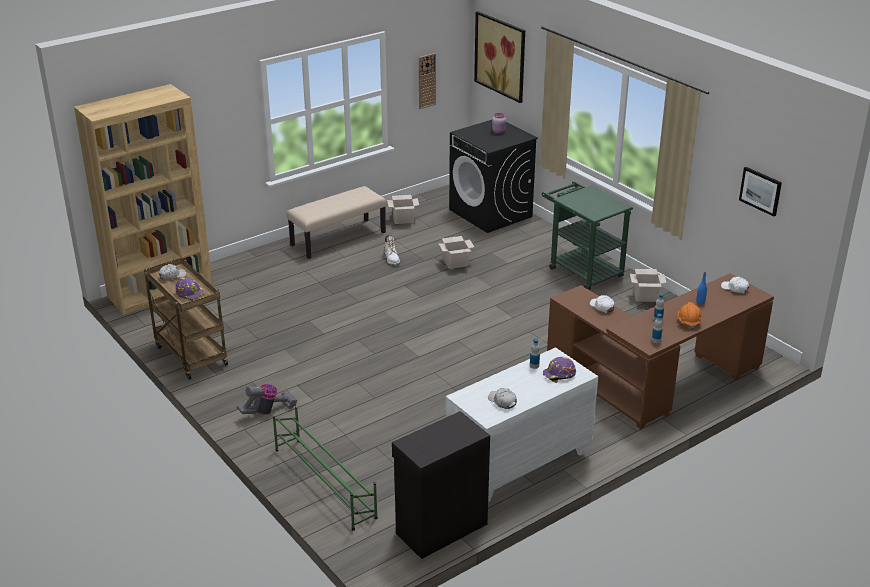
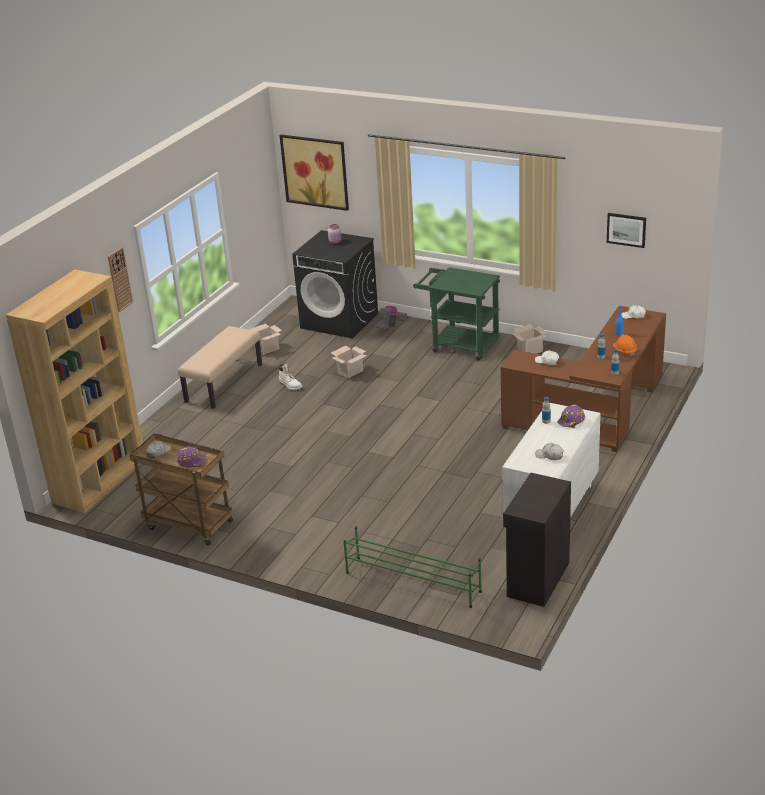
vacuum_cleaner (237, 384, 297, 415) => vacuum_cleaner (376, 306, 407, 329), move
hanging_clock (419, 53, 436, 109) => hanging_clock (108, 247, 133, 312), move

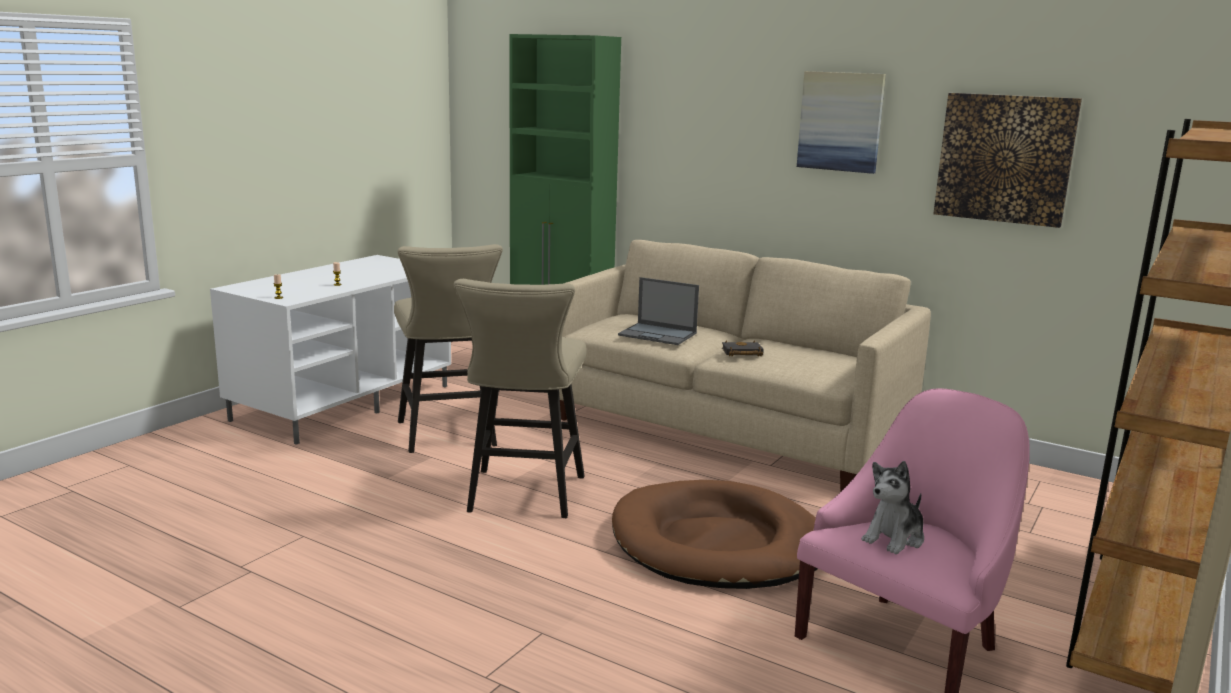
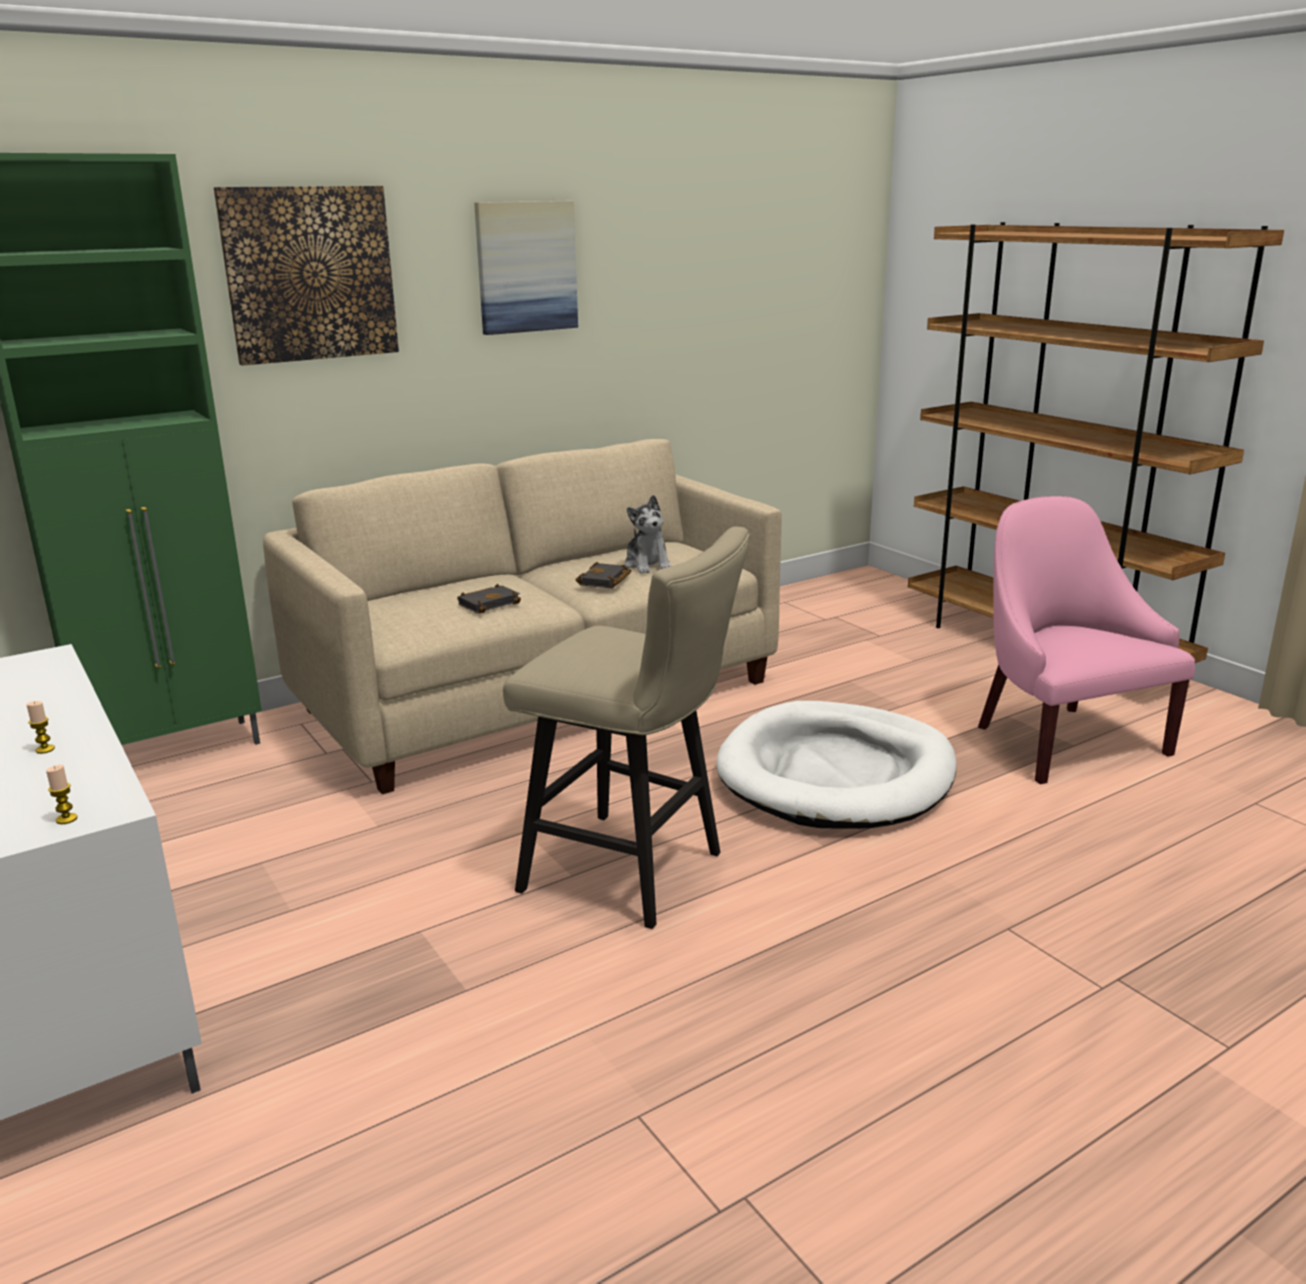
sand-coloured_stool (394, 244, 503, 453) => nothing
brownish_dog_cushion (612, 480, 818, 589) => white-coloured_dog_cushion (716, 701, 956, 829)
notebook_computer (618, 277, 699, 345) => blackish_bound_book (457, 584, 521, 614)
soft_toy (861, 461, 924, 554) => soft_toy (625, 495, 671, 574), move
wall_art (933, 93, 1082, 228) => wall_art (214, 186, 399, 366), move

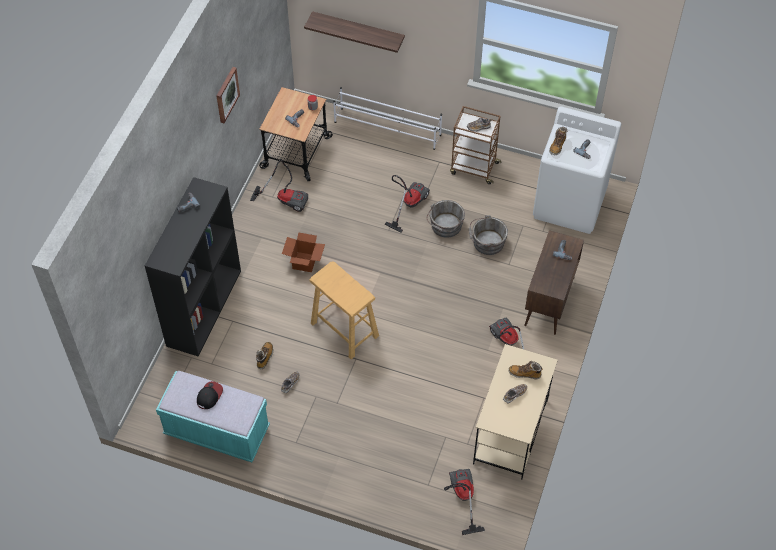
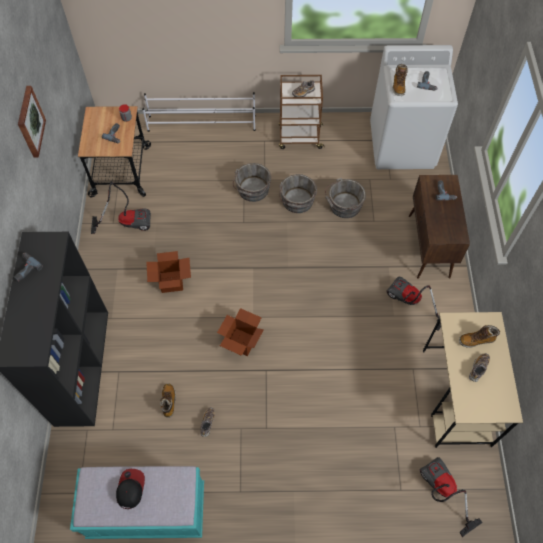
bracket_shelf (304, 11, 405, 53) => nothing
sand-coloured_stool (310, 261, 379, 359) => carton (217, 308, 264, 356)
vacuum_cleaner (385, 175, 430, 233) => gray_bucket (233, 163, 271, 202)

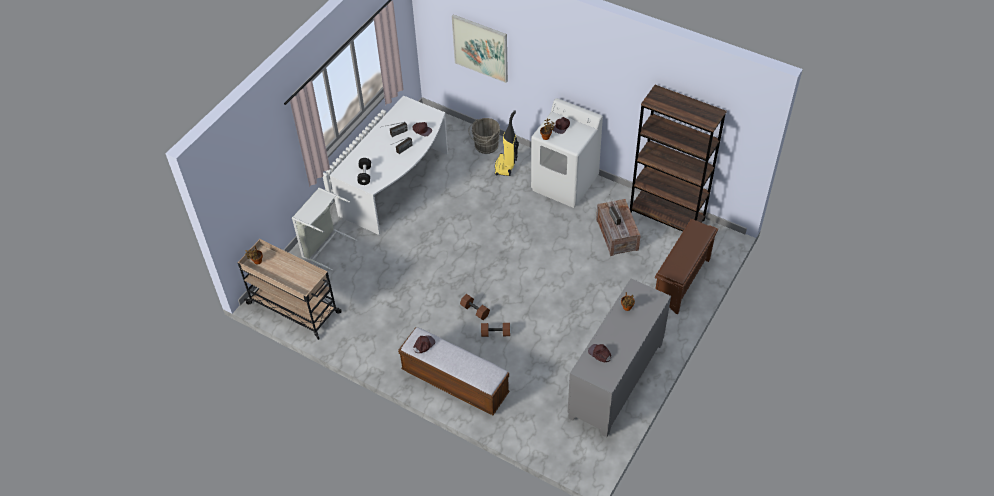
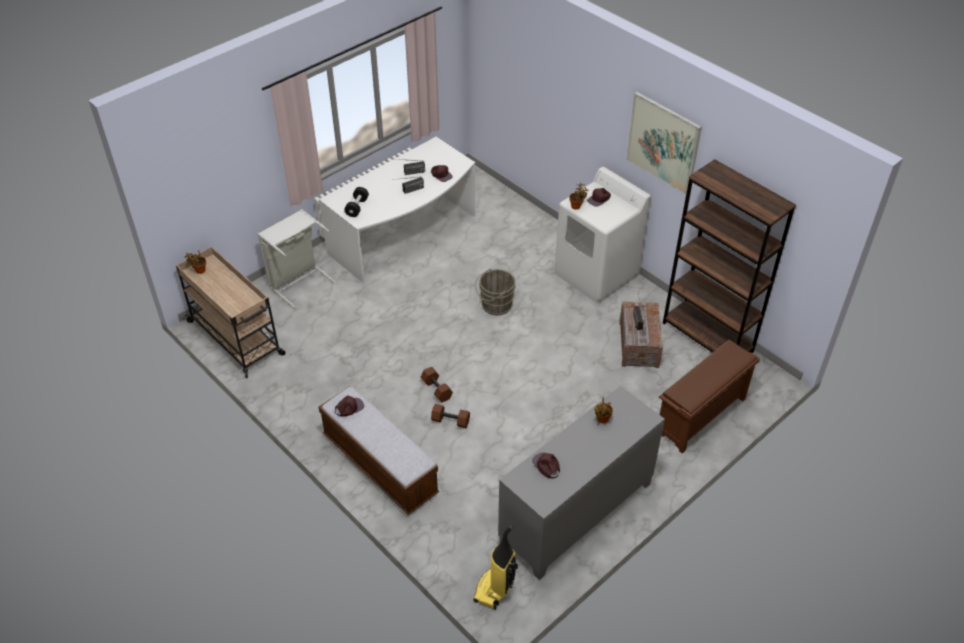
wall_art (452, 14, 508, 83) => wall_art (626, 92, 702, 195), move
gray_bucket (468, 118, 500, 154) => gray_bucket (475, 269, 516, 315), move
vacuum_cleaner (495, 110, 519, 176) => vacuum_cleaner (473, 524, 518, 610), move

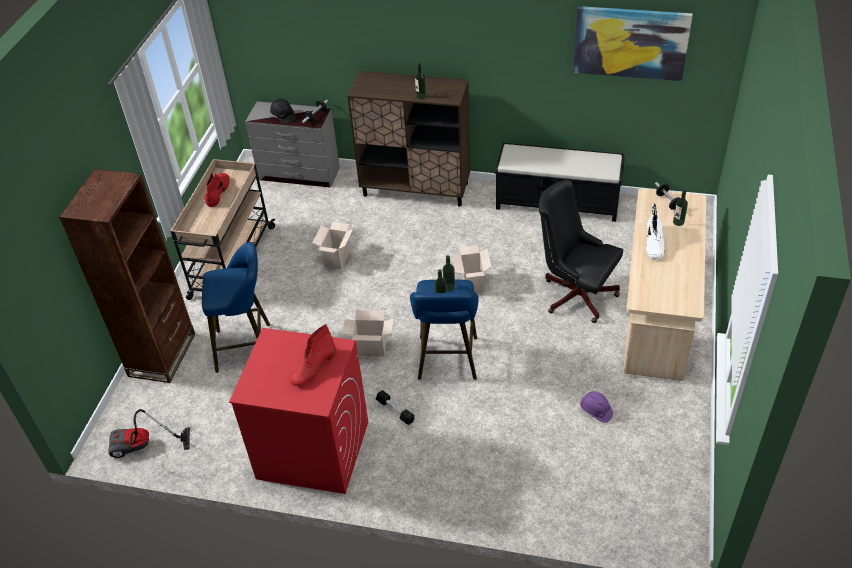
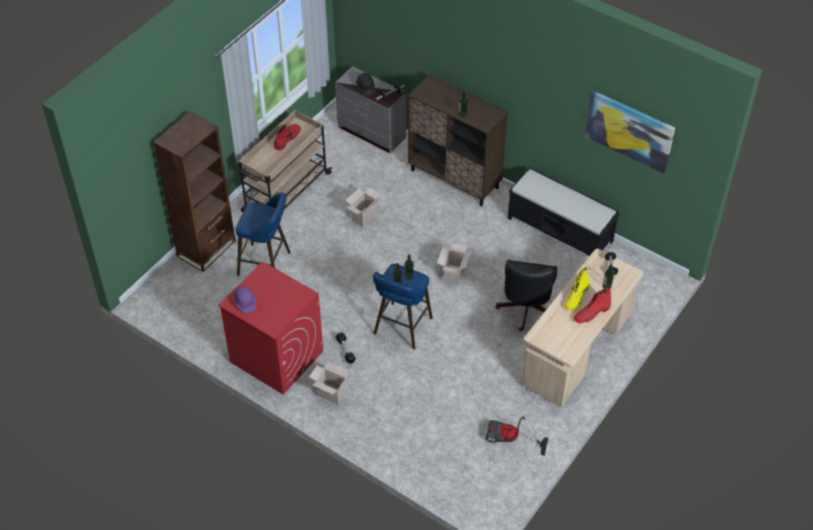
vacuum_cleaner (108, 409, 190, 458) => vacuum_cleaner (485, 417, 549, 456), move
reddish_high-top_boot (290, 324, 336, 387) => reddish_high-top_boot (574, 288, 611, 323), move
carton (342, 310, 394, 356) => carton (309, 361, 353, 404), move
blackish_computer_chair (538, 179, 623, 323) => blackish_computer_chair (495, 260, 557, 331), 135 degrees counterclockwise
purple-coloured_safety_helmet (580, 391, 613, 423) => purple-coloured_safety_helmet (233, 286, 257, 313), move
white-coloured_high-top_boot (646, 203, 665, 259) => yellowish_high-top_boot (564, 267, 590, 310)

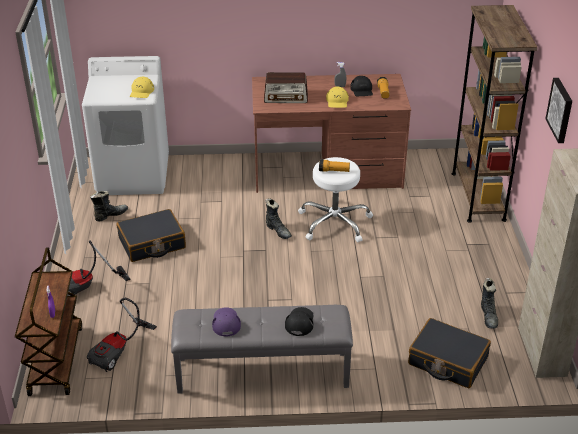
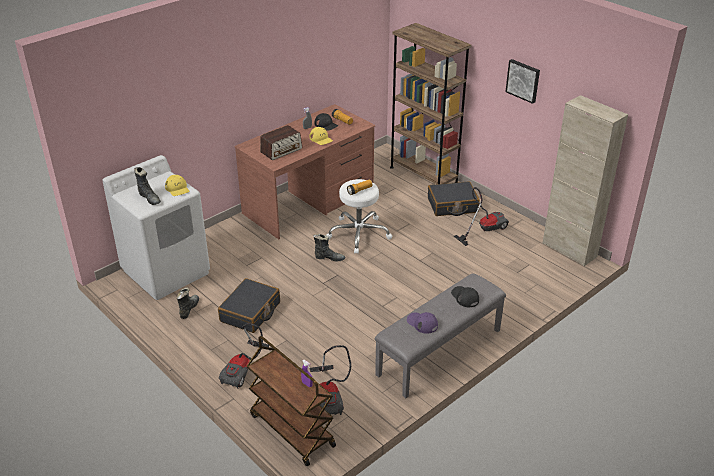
blackish_suitcase (408, 318, 491, 388) => blackish_suitcase (428, 181, 480, 216), move
blackish_high-top_boot (481, 278, 498, 329) => blackish_high-top_boot (134, 167, 161, 205), move
nothing => vacuum_cleaner (454, 187, 509, 246)

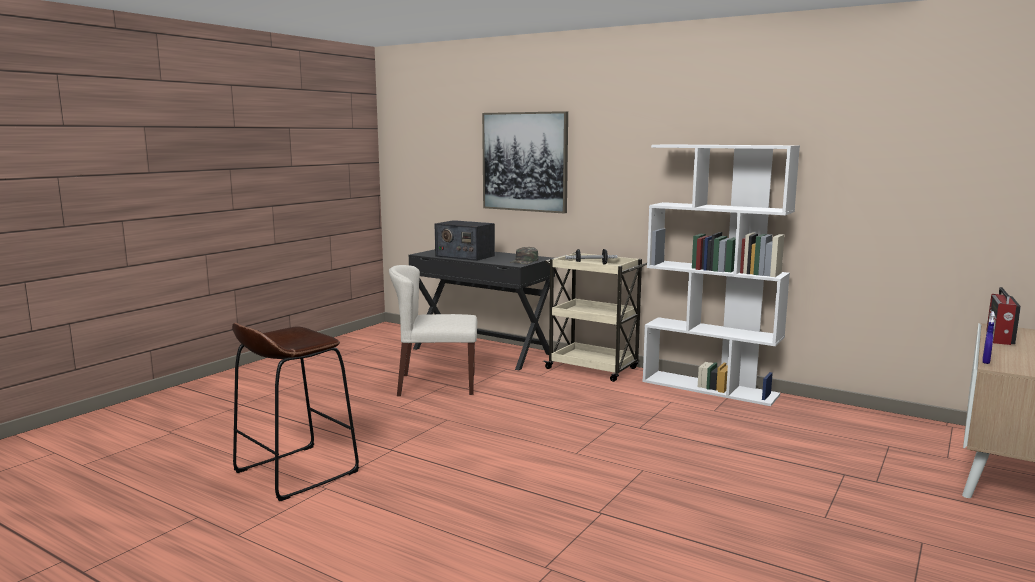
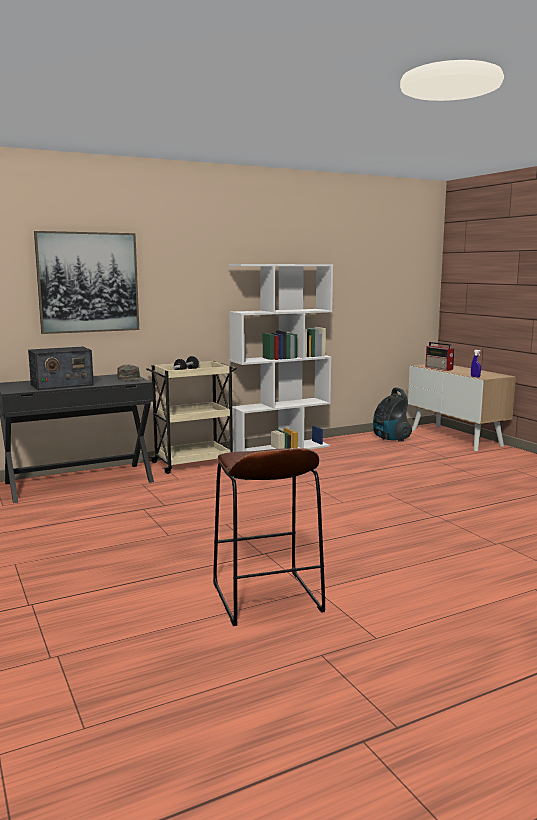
sand-coloured_upright_chair (389, 265, 477, 396) => nothing
nothing => vacuum_cleaner (373, 387, 412, 442)

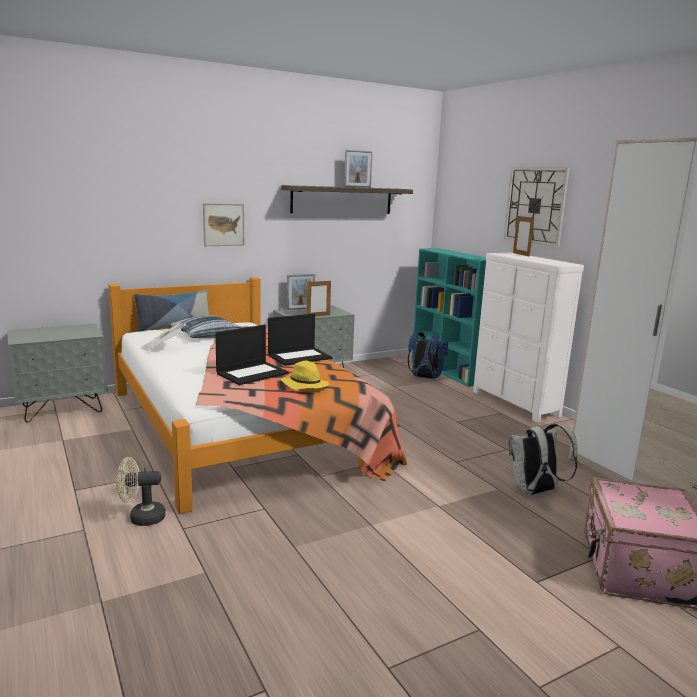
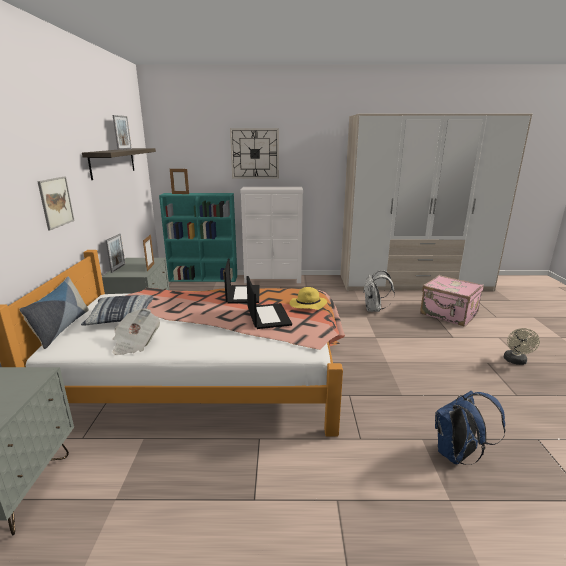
sand-coloured_electric_fan (116, 457, 165, 526) => sand-coloured_electric_fan (504, 328, 540, 365), move
bluish_backpack (408, 332, 448, 379) => bluish_backpack (435, 391, 505, 465), move
picture_frame (513, 215, 534, 257) => picture_frame (170, 169, 189, 194), move

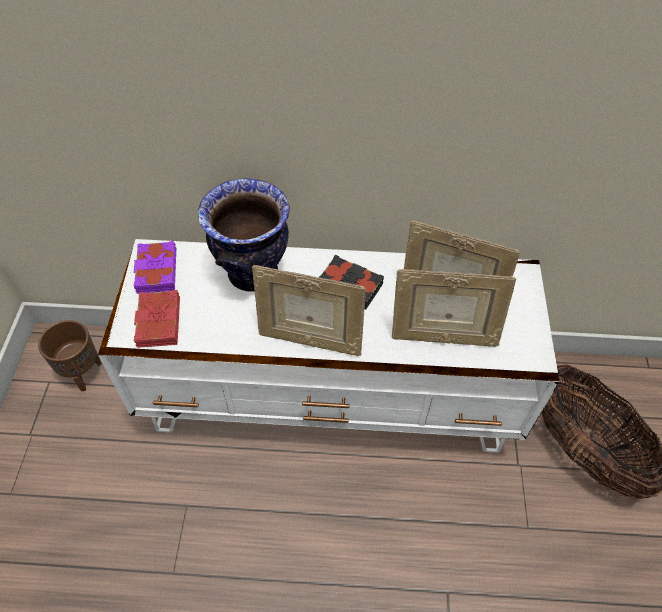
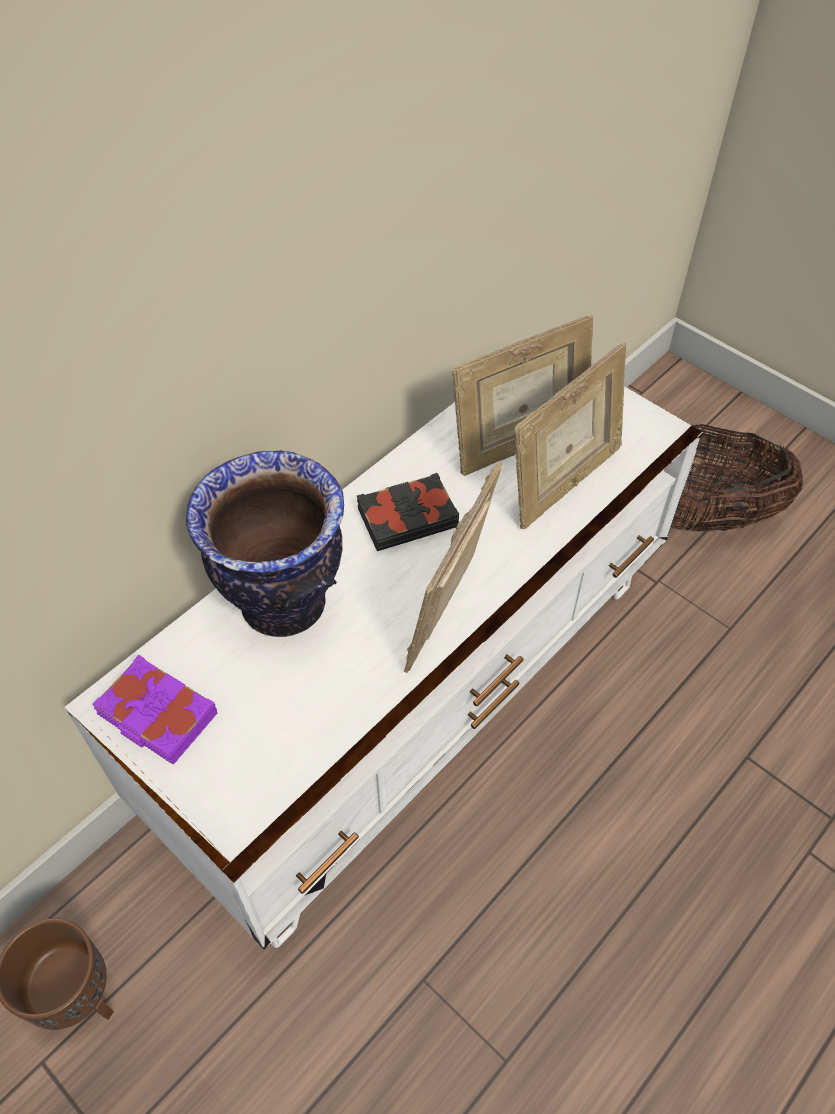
reddish_bound_book (134, 290, 180, 348) => nothing
picture_frame (252, 265, 366, 356) => picture_frame (404, 461, 502, 673), 150 degrees clockwise

